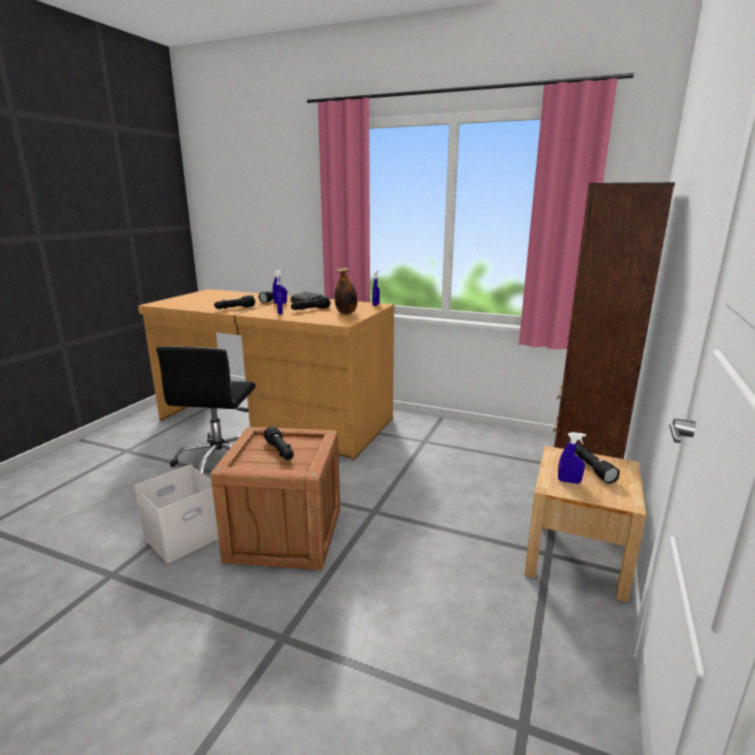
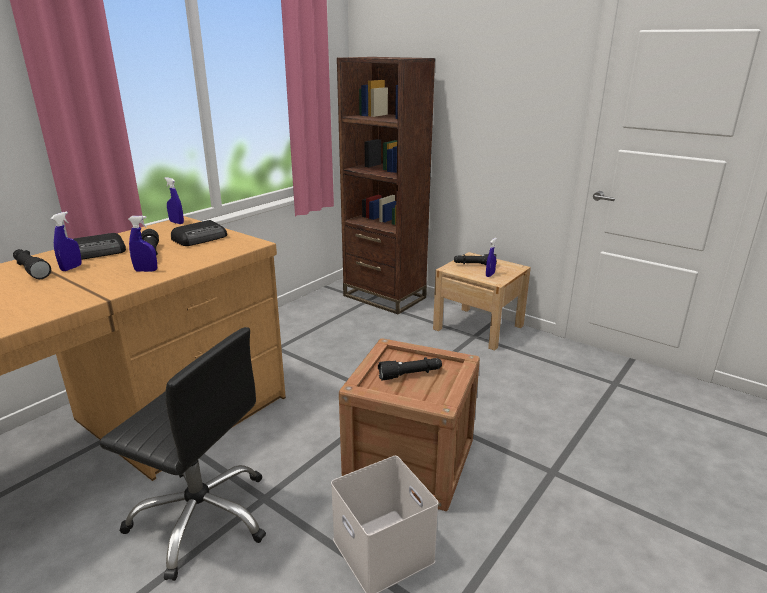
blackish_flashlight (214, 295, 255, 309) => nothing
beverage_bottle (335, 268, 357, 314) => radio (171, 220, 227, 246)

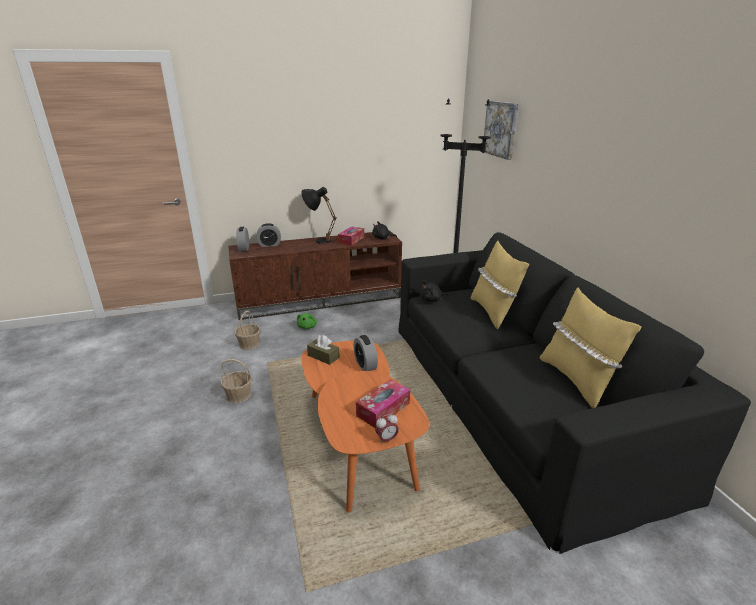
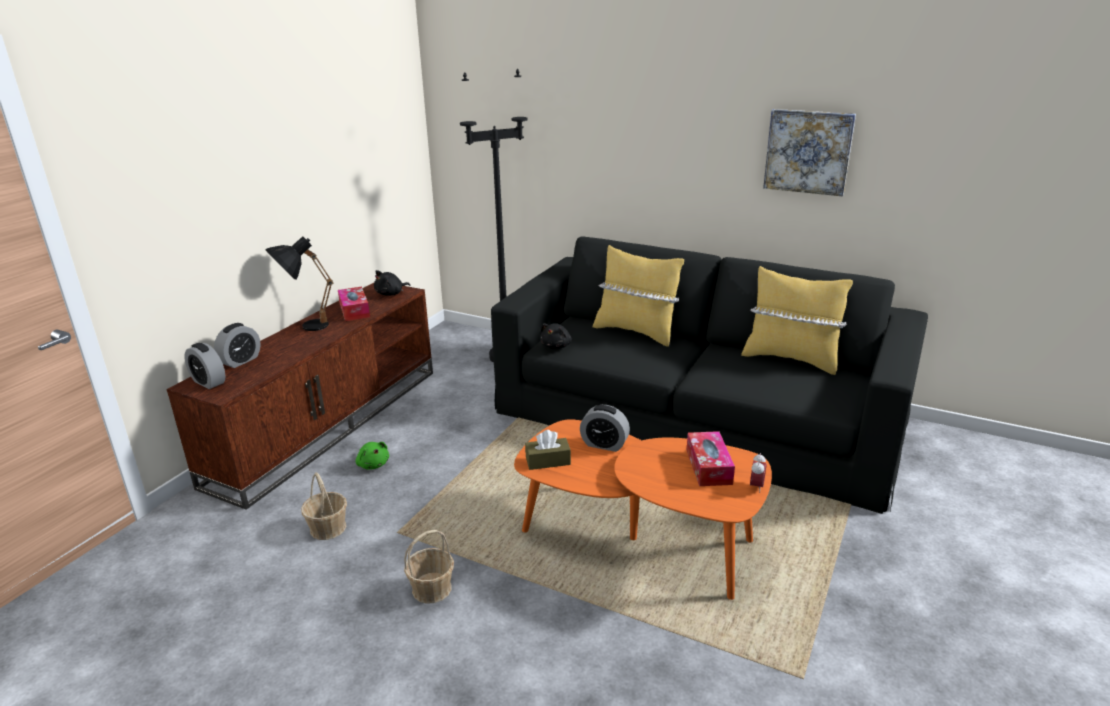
wall_art (484, 101, 519, 160) => wall_art (763, 109, 856, 196), move

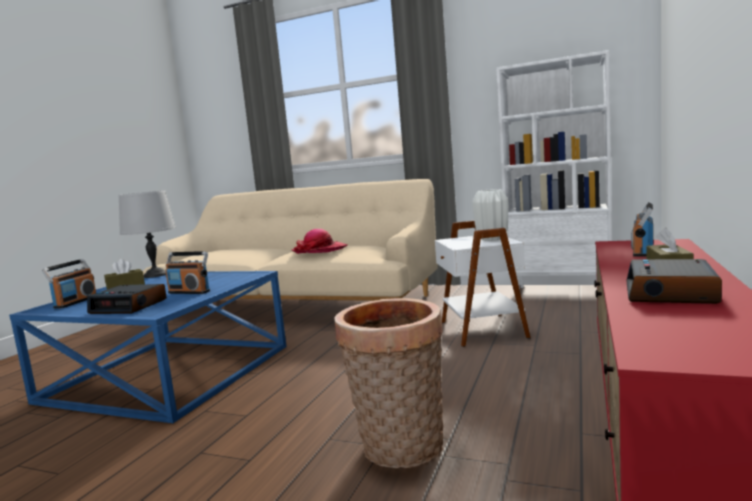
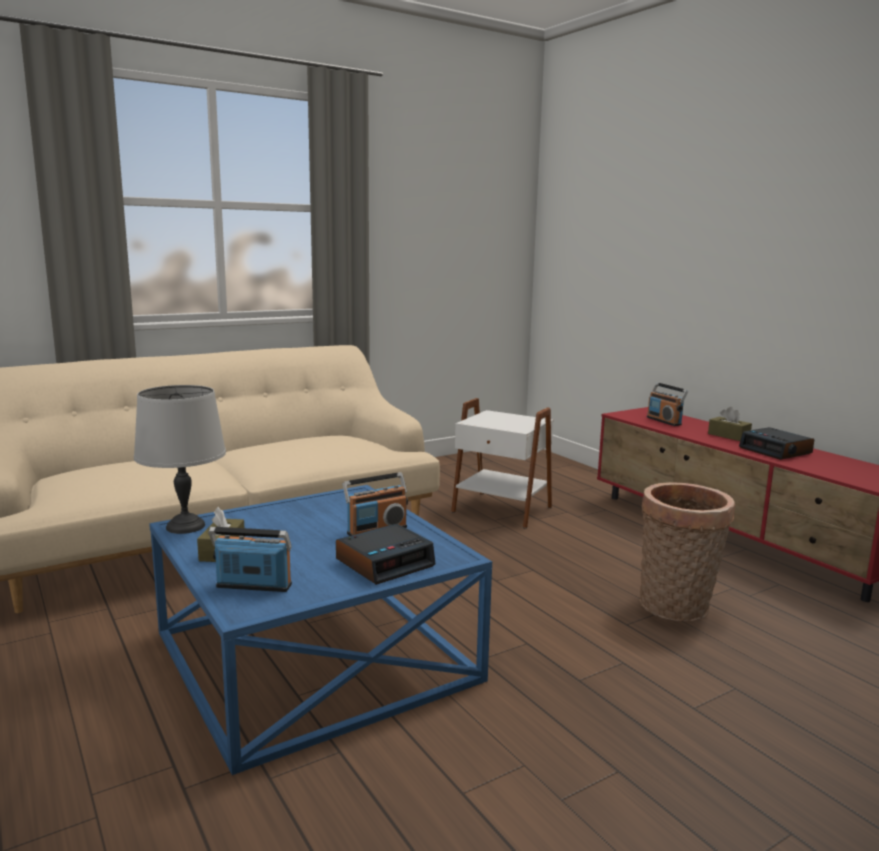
radio (42, 259, 96, 309) => radio (208, 527, 292, 592), 45 degrees counterclockwise
wearable_hat (292, 229, 348, 254) => nothing
white-coloured_decorative_vase (472, 189, 508, 241) => nothing
white-coloured_shelving_unit (496, 50, 612, 289) => nothing

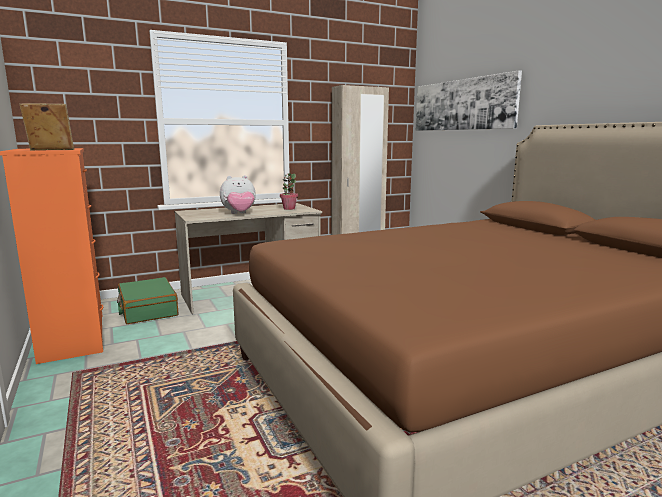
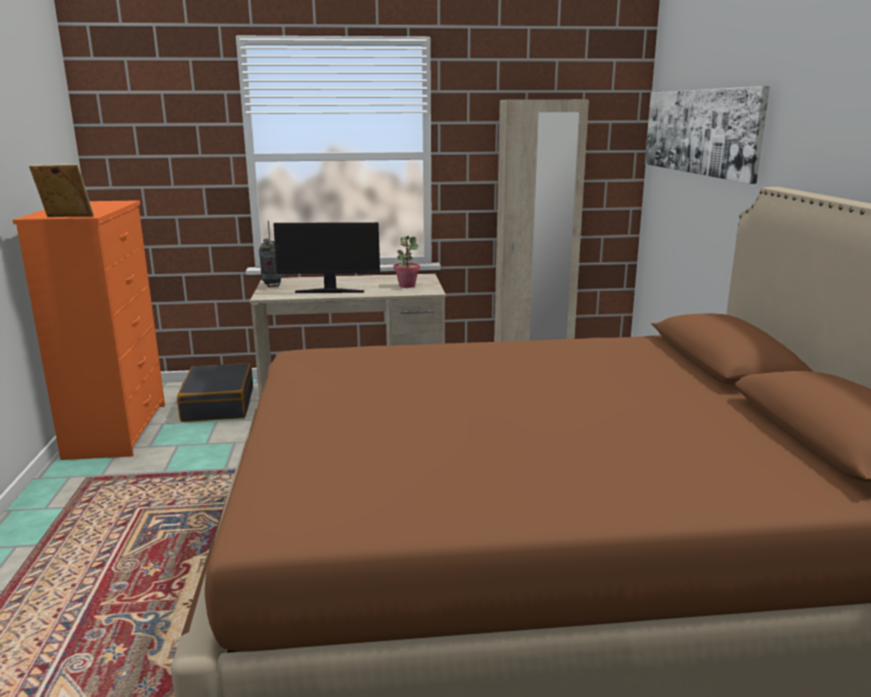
green-coloured_suitcase (117, 277, 178, 324) => blackish_suitcase (177, 363, 253, 422)
soft_toy (220, 175, 256, 214) => computer_screen (273, 222, 380, 293)
nothing => radio (259, 221, 282, 287)

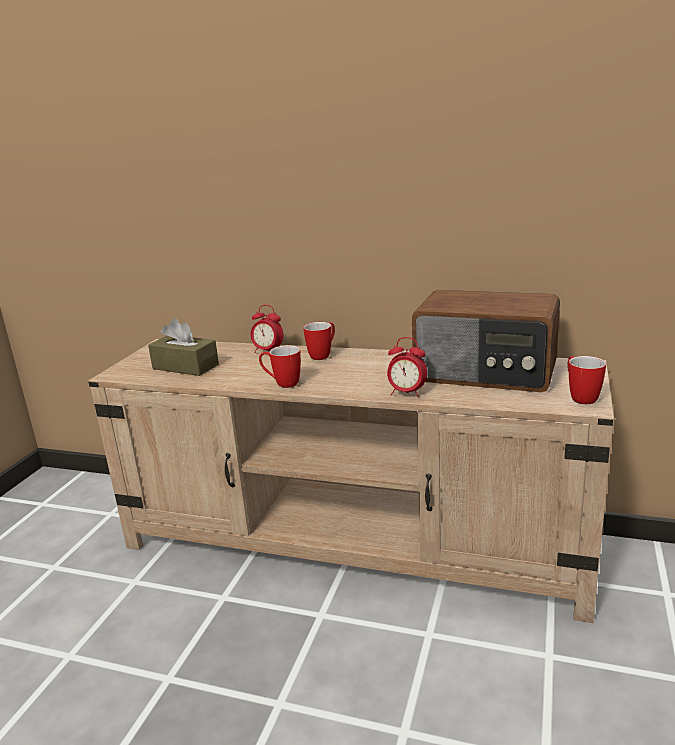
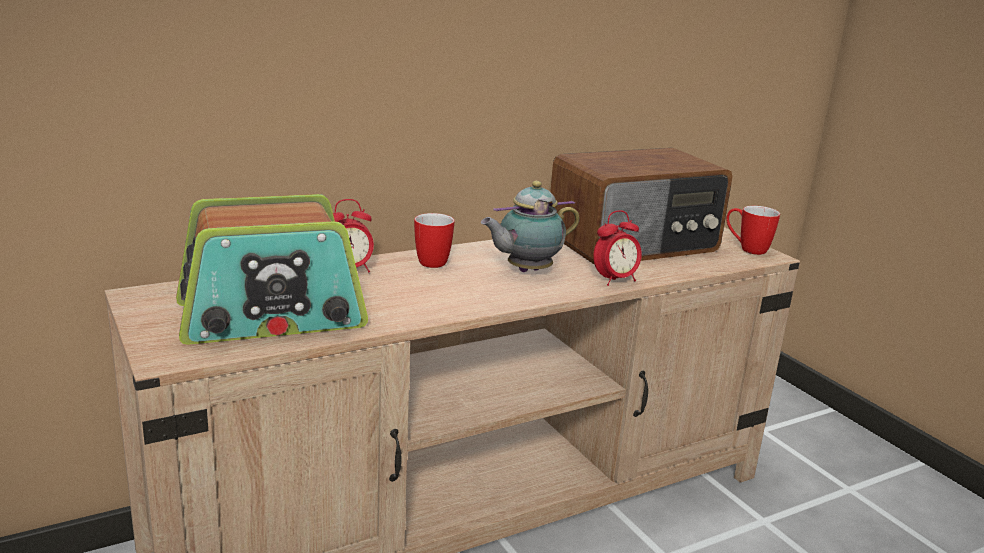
brownish_box_of_tissues (148, 318, 219, 376) => radio (176, 194, 368, 345)
mug (259, 345, 301, 388) => nothing
nothing => pot_for_tea (481, 181, 580, 272)

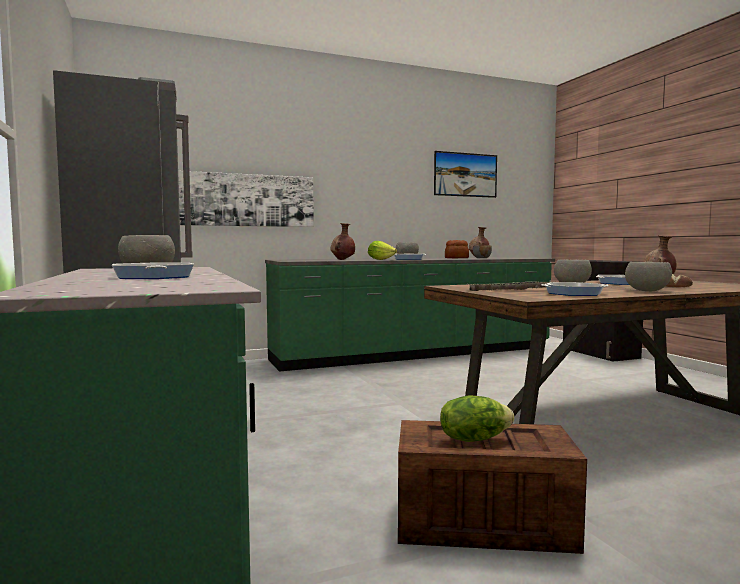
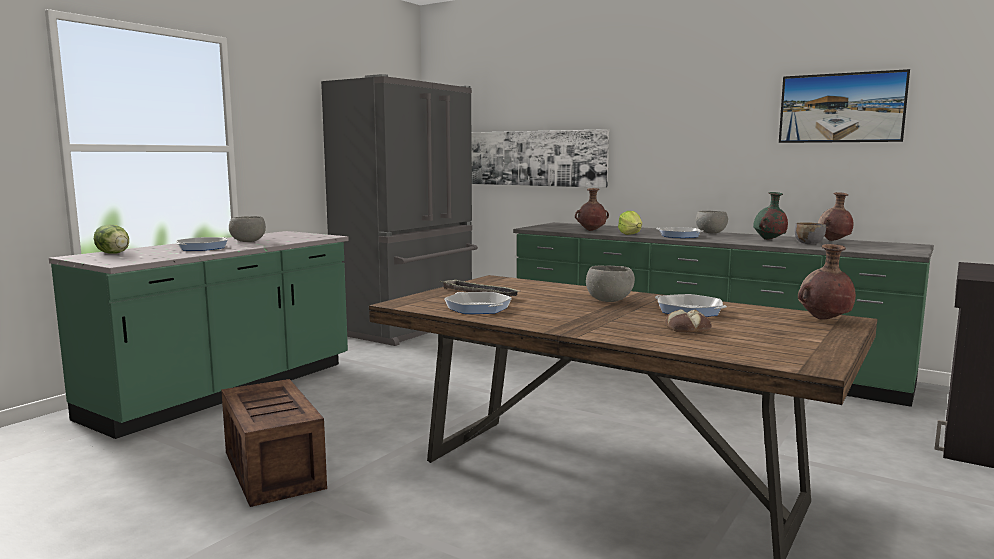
lettuce_head (440, 395, 514, 442) => lettuce_head (94, 224, 129, 254), move
baked_bread (445, 240, 469, 258) => green-coloured_decorative_vase (753, 192, 788, 240)
gray_deep_dish (625, 262, 672, 291) => nothing

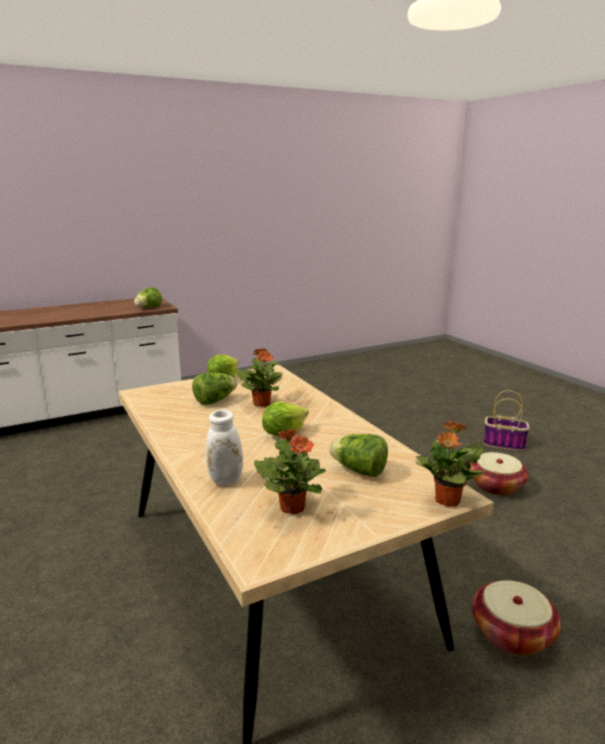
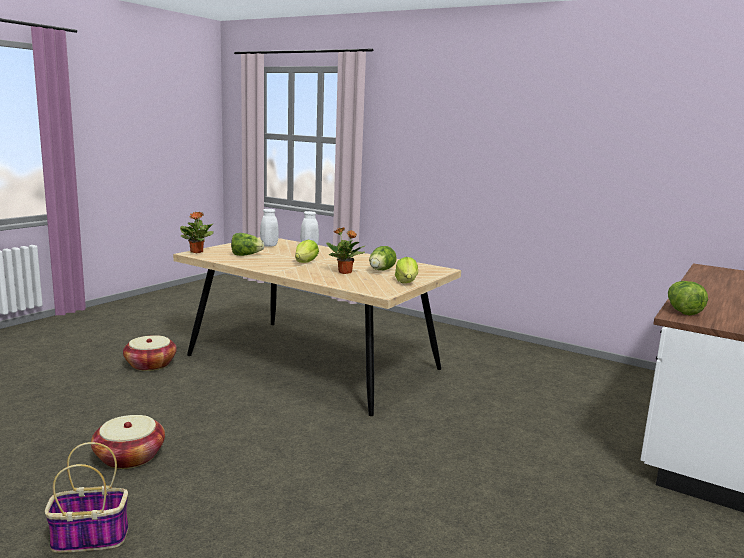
plant_in_a_pot (254, 428, 326, 514) => white-coloured_decorative_vase (260, 209, 279, 247)

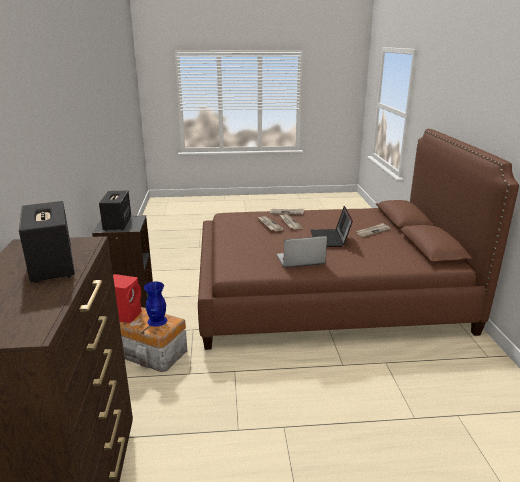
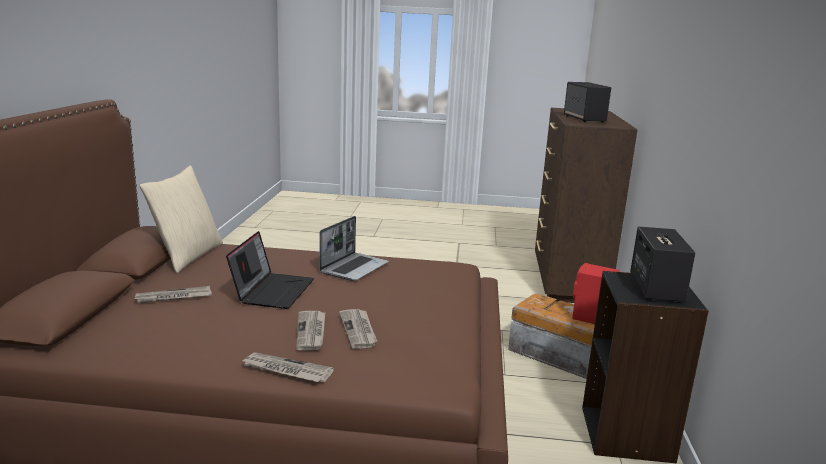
bluish_decorative_vase (144, 282, 167, 327) => nothing
notebook_computer (277, 236, 327, 268) => notebook_computer (319, 216, 389, 281), 60 degrees counterclockwise
nothing => sand-coloured_pillow (139, 165, 223, 273)

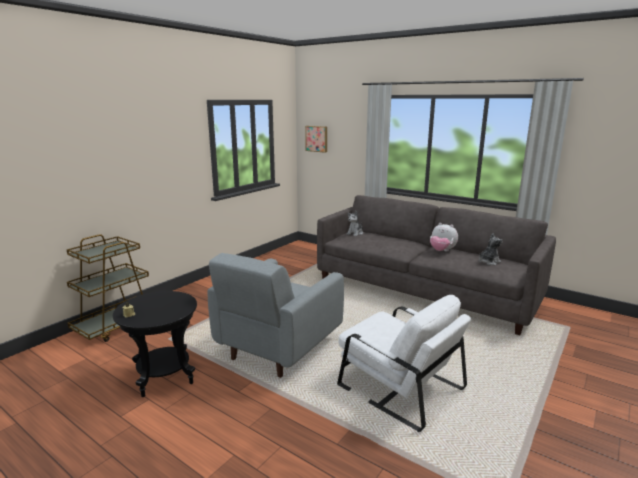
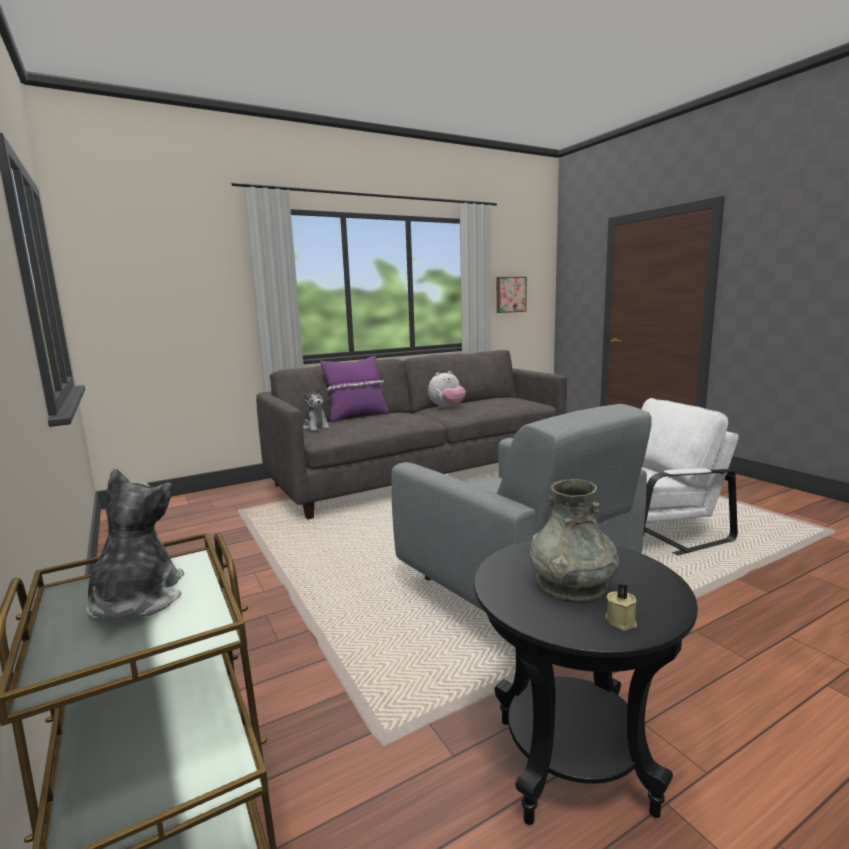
wall_art (305, 126, 327, 153) => wall_art (497, 277, 527, 313), move
soft_toy (479, 233, 503, 265) => soft_toy (86, 468, 184, 620), move
nothing => purple-coloured_pillow (320, 356, 389, 422)
nothing => gray_decorative_vase (530, 479, 619, 603)

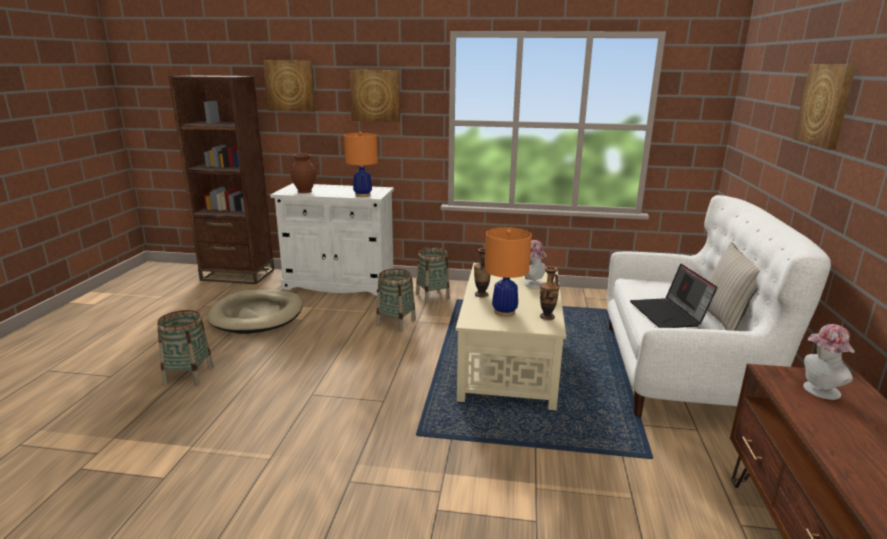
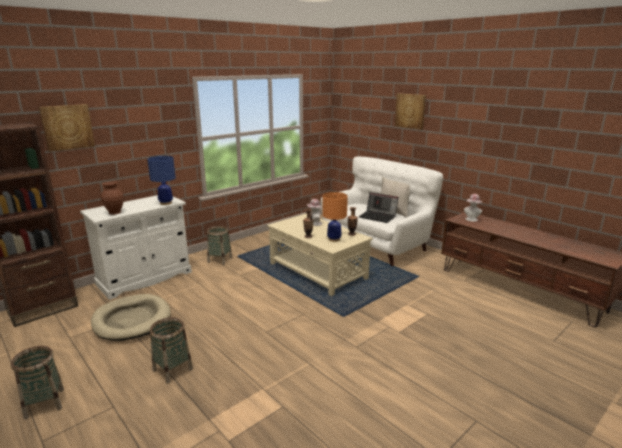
orange_lamp_for_a_table (344, 132, 378, 197) => bluish_lamp_for_a_table (147, 156, 176, 205)
wall_art (349, 70, 400, 122) => nothing
storage_basket (376, 269, 416, 332) => storage_basket (11, 346, 64, 419), move

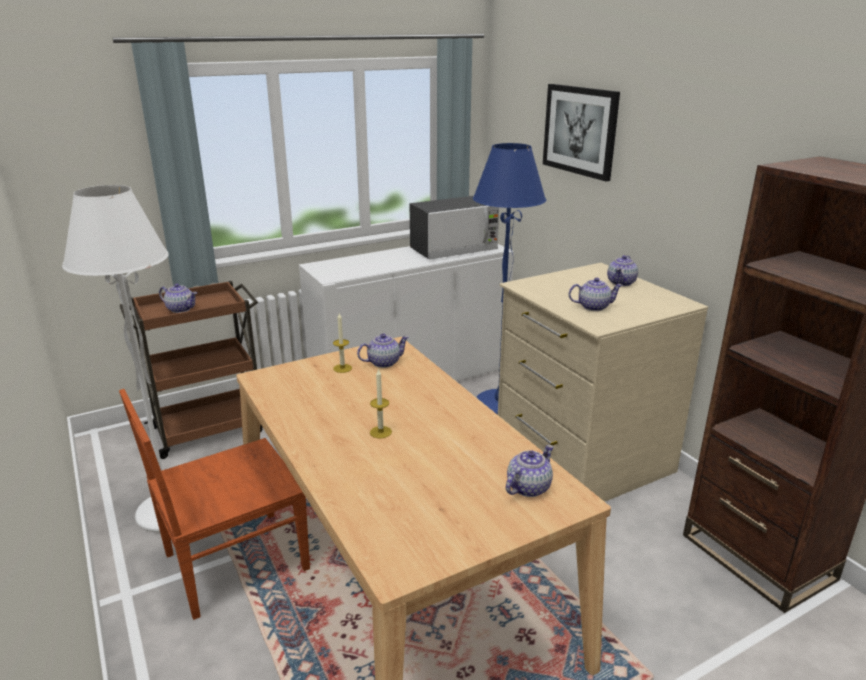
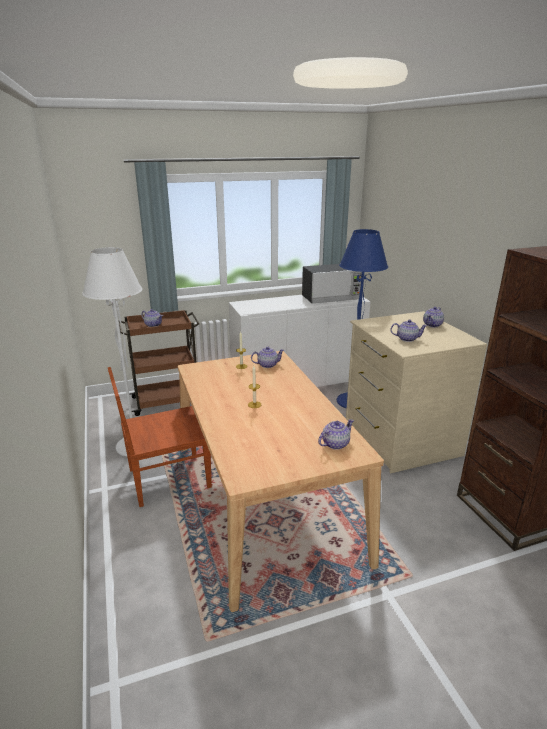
wall_art (543, 84, 620, 182) => nothing

